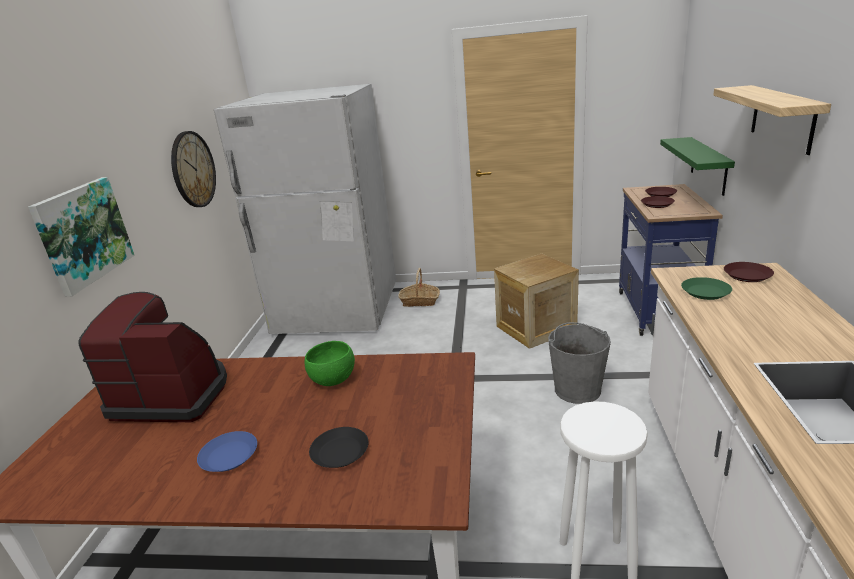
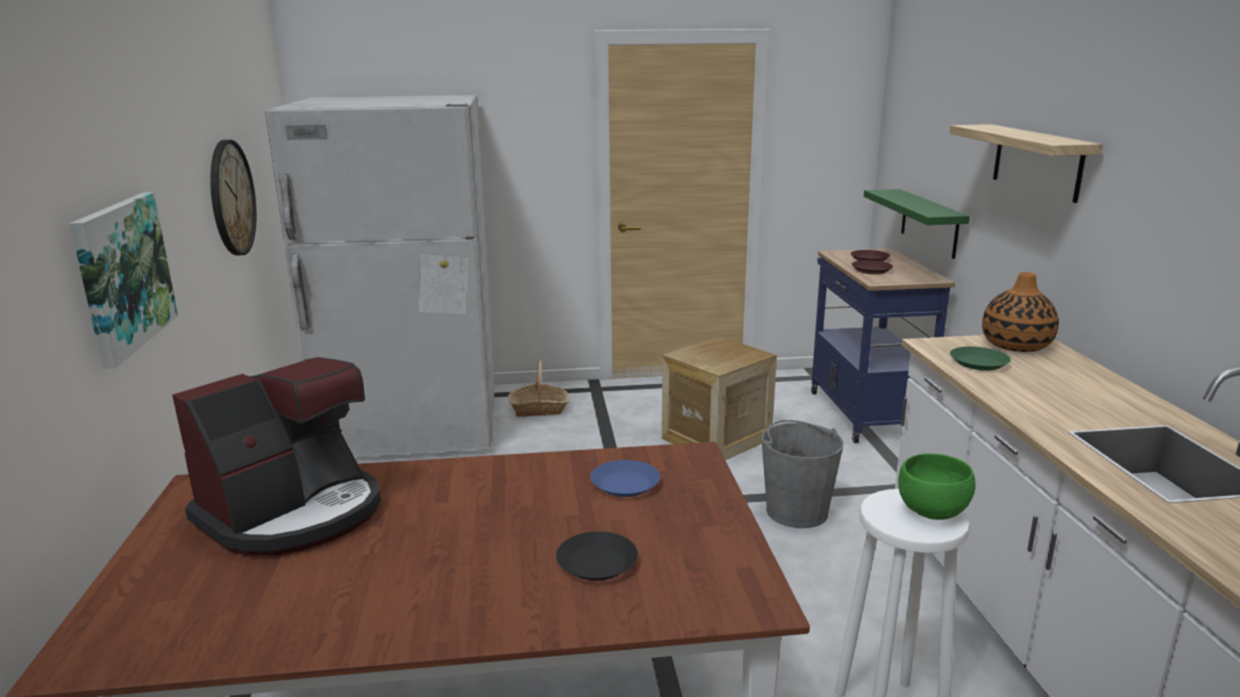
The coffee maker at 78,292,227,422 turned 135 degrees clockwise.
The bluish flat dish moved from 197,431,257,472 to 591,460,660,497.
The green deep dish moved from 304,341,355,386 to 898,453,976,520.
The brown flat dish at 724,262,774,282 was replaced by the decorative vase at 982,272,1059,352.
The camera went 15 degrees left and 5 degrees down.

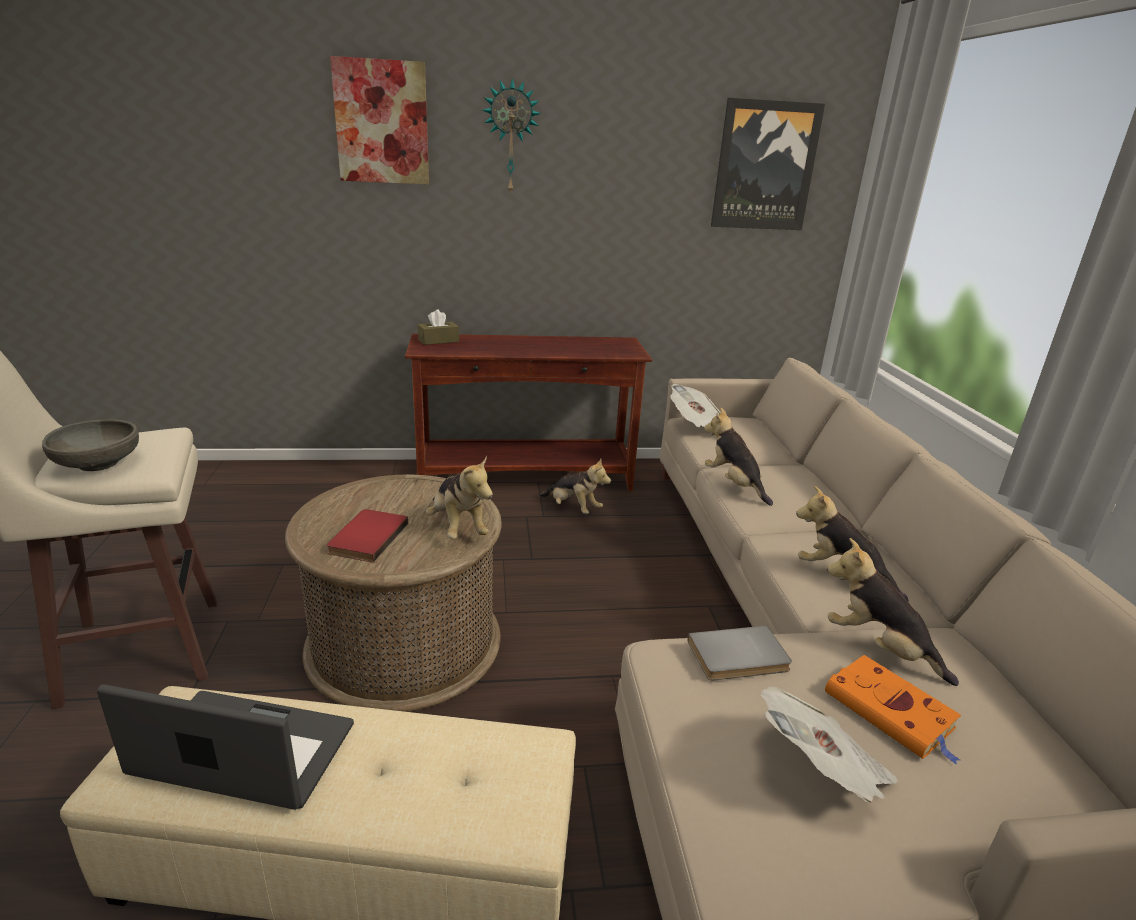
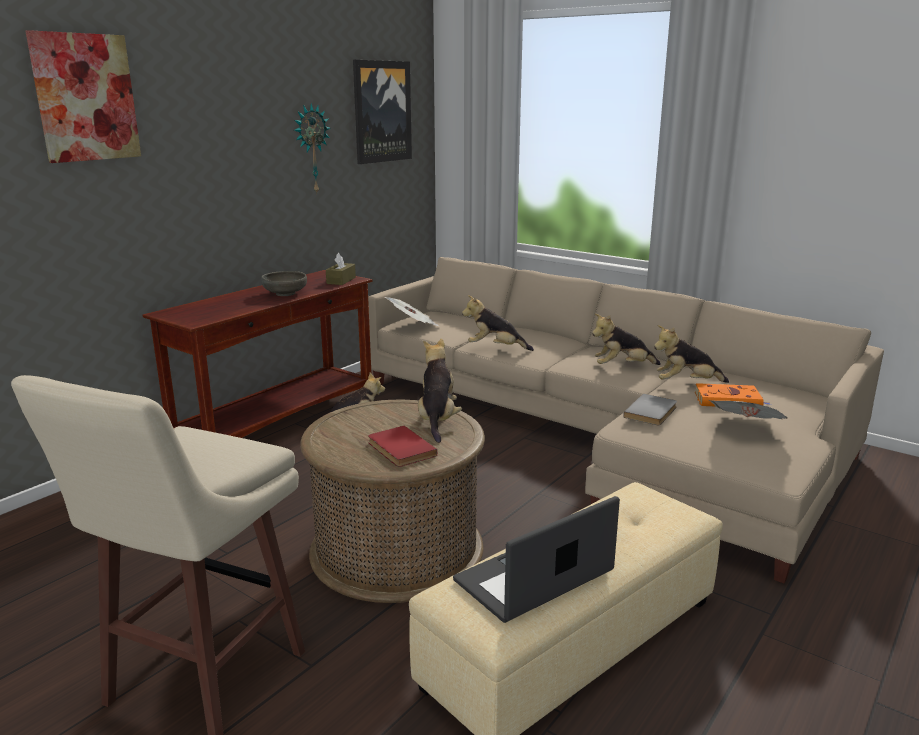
The greyish deep dish moved from 42,419,139,471 to 261,271,307,296.
The hanging clock moved from 482,78,541,195 to 294,103,330,194.
The brown tissue box moved from 418,309,459,345 to 326,253,356,285.
The plush toy at 426,456,493,539 turned 105 degrees counterclockwise.
The camera went 45 degrees left and 5 degrees down.

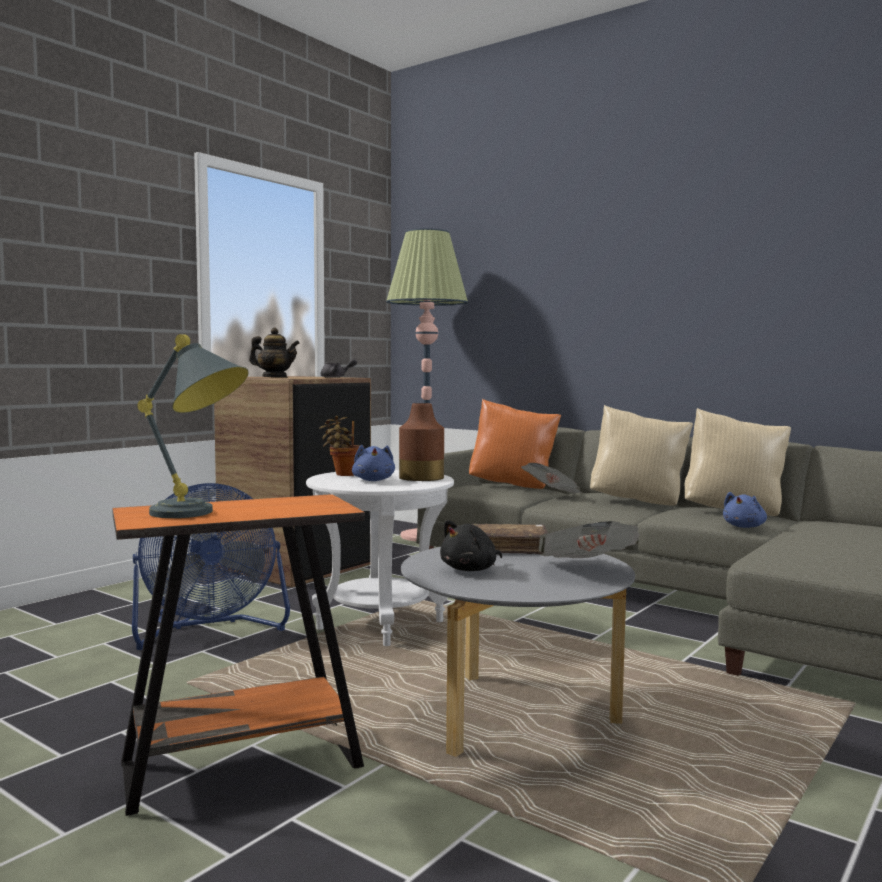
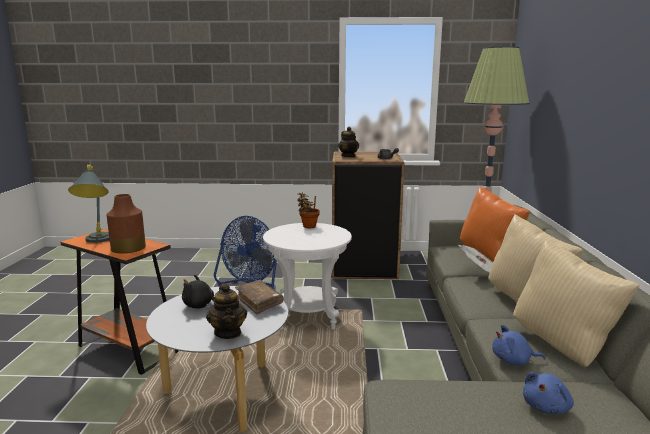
The brown decorative vase moved from 399,403,444,481 to 106,194,146,253.
The newspaper at 539,521,640,558 was replaced by the pot for tea at 206,284,247,339.
The bluish plush toy moved from 352,445,395,481 to 523,372,574,414.
The camera went 55 degrees right and 10 degrees up.

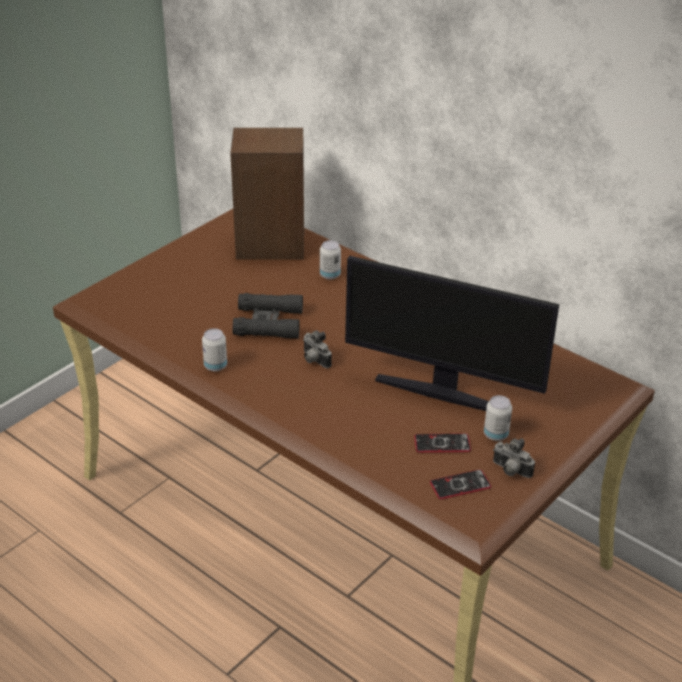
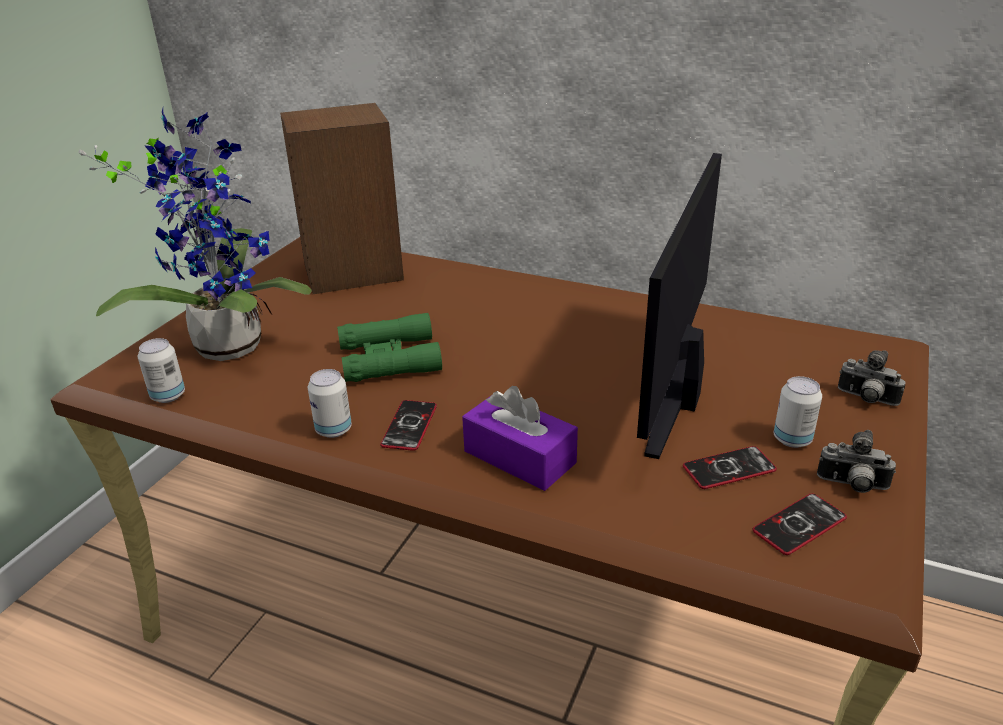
The potted plant at 78,109,312,361 appeared.
The sealed can moved from 320,240,341,280 to 138,338,185,403.
The black field glasses at 232,293,303,339 became the green field glasses at 337,313,442,382.
The telephone at 380,400,437,451 appeared.
The purple-coloured tissue box at 462,386,578,491 appeared.
The monitor at 345,256,559,411 turned 105 degrees clockwise.
The photo camera moved from 303,330,332,368 to 838,350,906,406.
The camera went 15 degrees left and 5 degrees down.

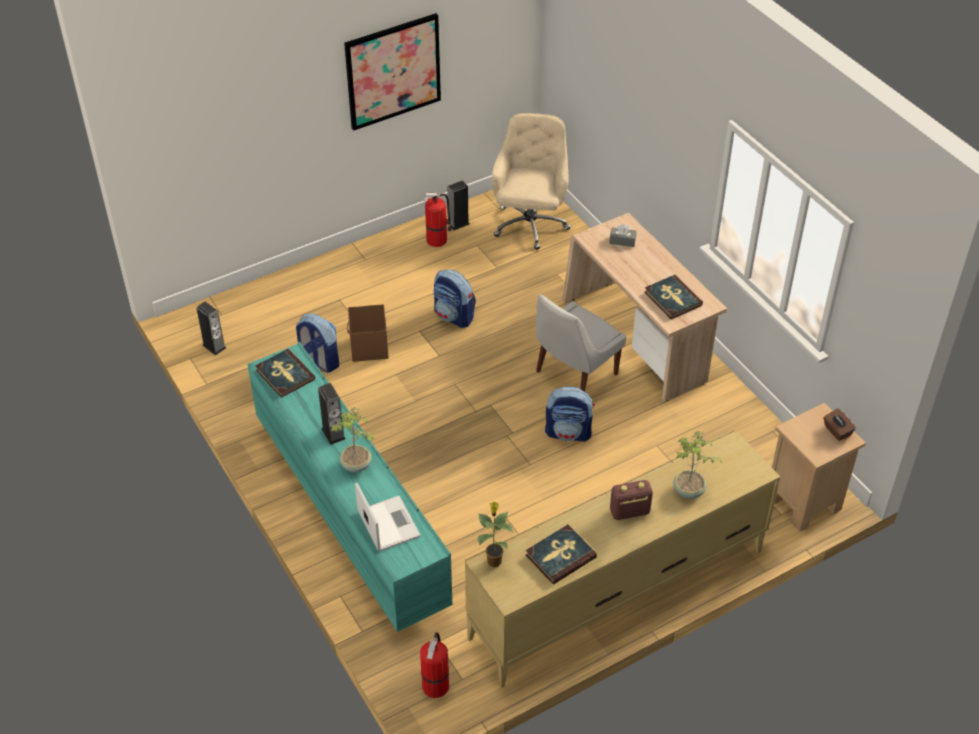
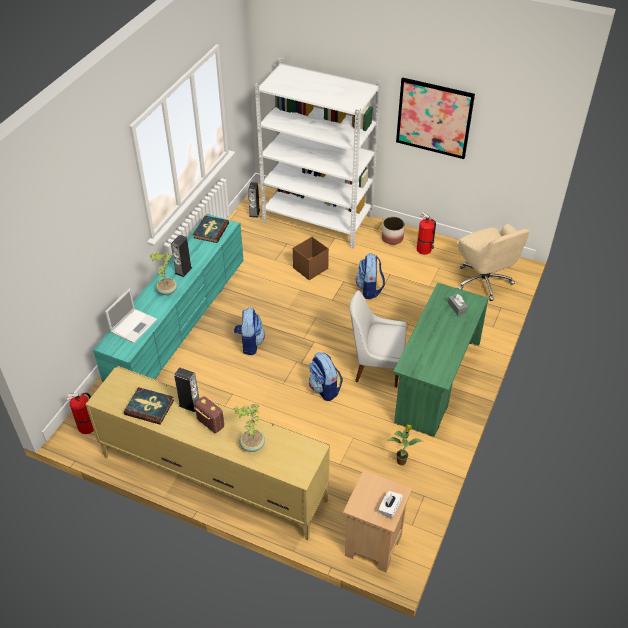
The loudspeaker moved from 448,180,469,231 to 174,368,199,412.
The backpack moved from 296,314,339,372 to 234,308,265,355.
The white bookcase at 255,58,381,249 appeared.
The brown tissue box at 823,408,856,441 became the white tissue box at 379,491,403,519.
The flower pot at 382,217,405,245 appeared.
The potted plant moved from 478,502,513,567 to 387,424,422,465.
The sand-coloured desk unit at 562,213,727,402 became the green desk unit at 393,283,488,437.
The sand-coloured desk chair at 492,113,570,250 turned 90 degrees clockwise.
The bound book at 644,275,703,319 disappeared.
The camera went 55 degrees right and 0 degrees up.

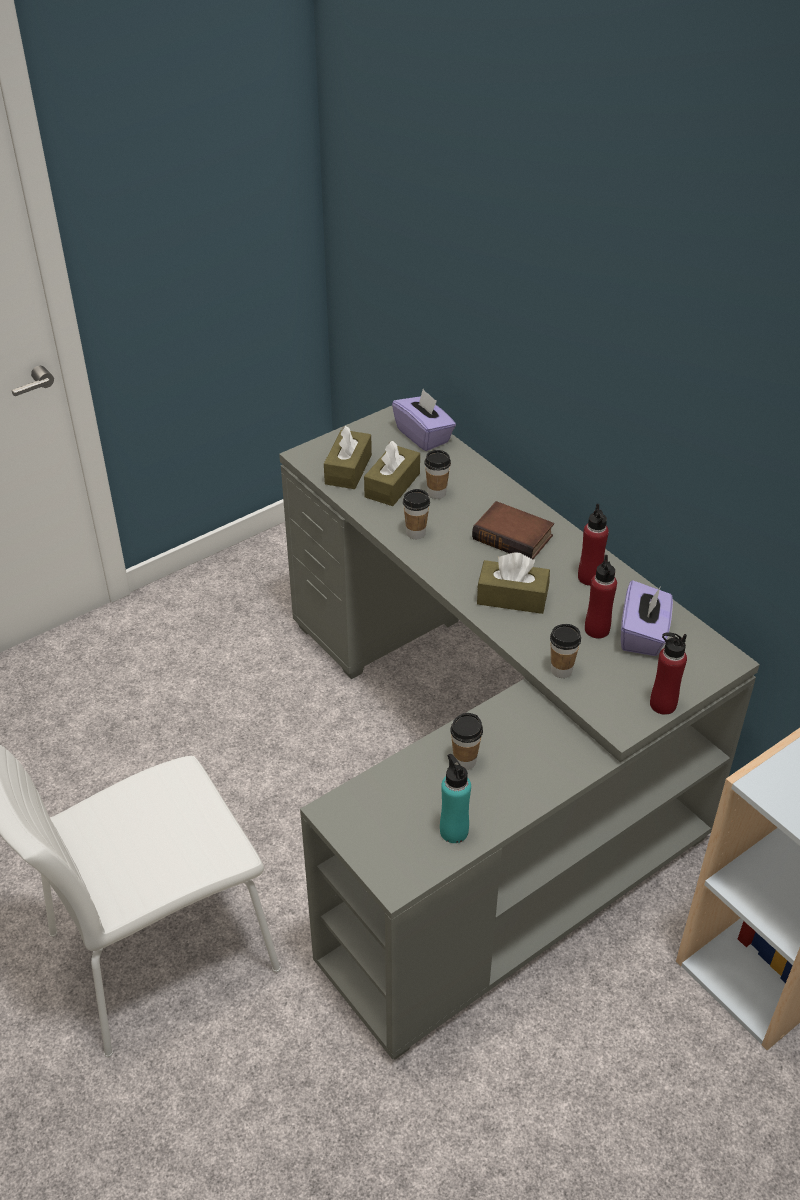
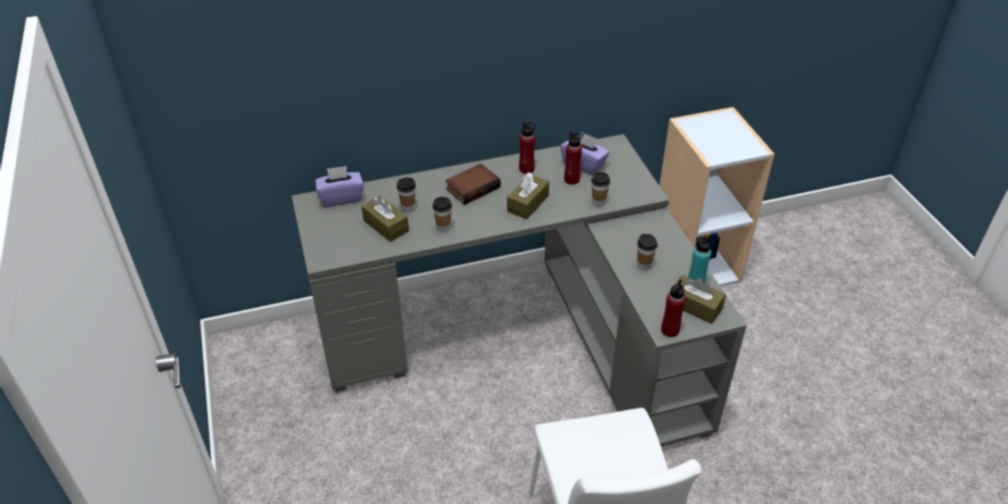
The red-coloured beverage bottle moved from 650,632,687,715 to 661,279,686,337.
The brown tissue box moved from 324,426,372,489 to 670,275,726,324.
The camera went 70 degrees left and 0 degrees up.

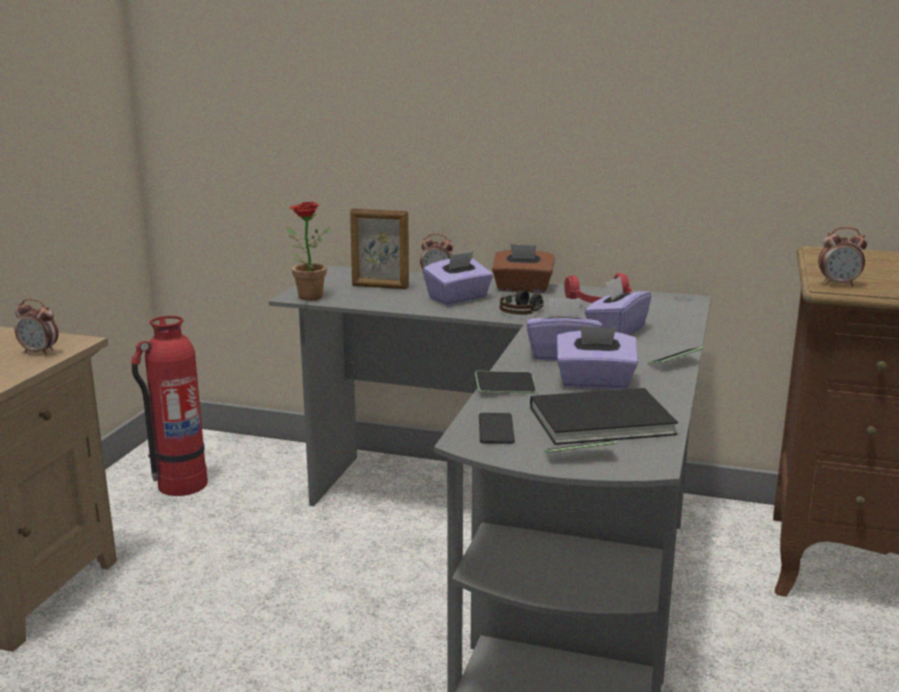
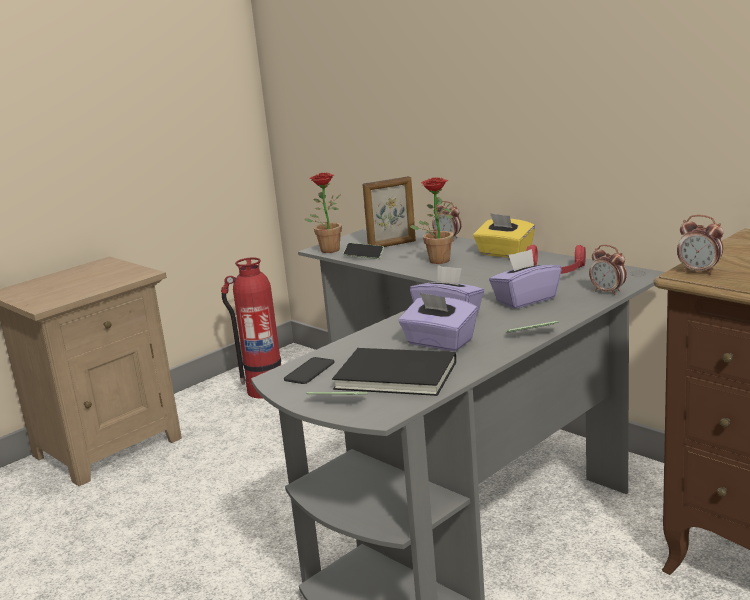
The telephone moved from 475,371,537,393 to 343,243,384,259.
The picture frame at 350,208,409,289 turned 60 degrees counterclockwise.
The purple-coloured tissue box at 423,252,493,305 was replaced by the potted plant at 410,177,453,264.
The brown tissue box at 492,244,555,293 became the yellow tissue box at 473,213,535,258.
The alarm clock moved from 15,299,59,356 to 589,245,627,295.
The headphones at 500,280,544,315 disappeared.
The camera went 30 degrees right and 0 degrees up.

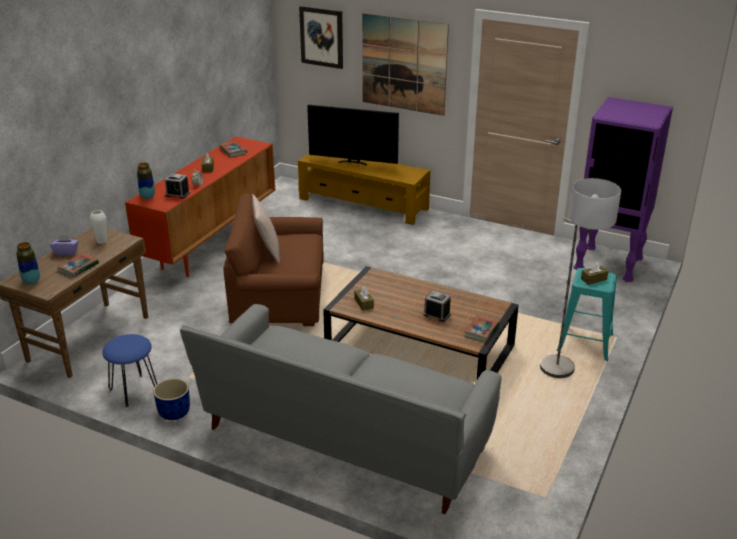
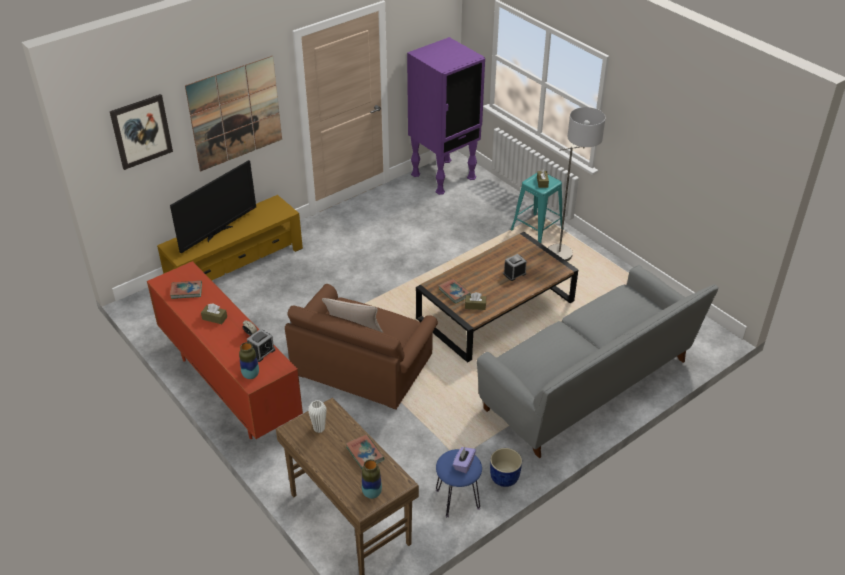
The bound book moved from 464,315,500,342 to 439,279,471,304.
The purple-coloured tissue box moved from 50,235,78,255 to 453,447,476,473.
The camera went 65 degrees left and 10 degrees up.

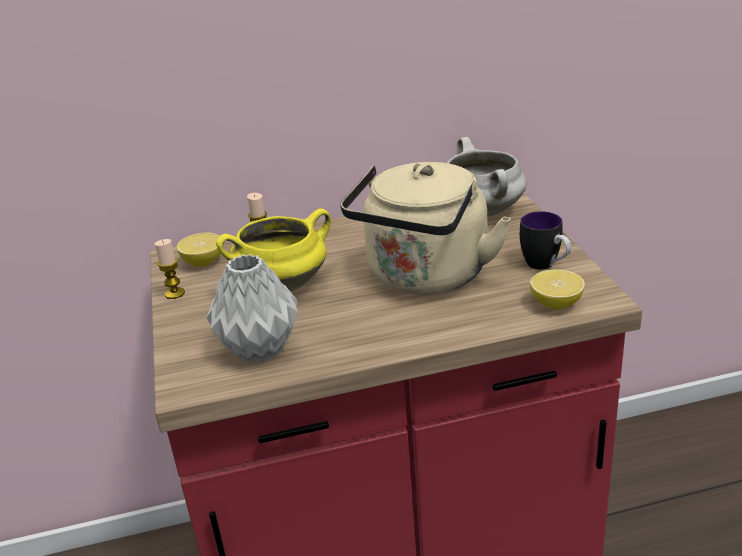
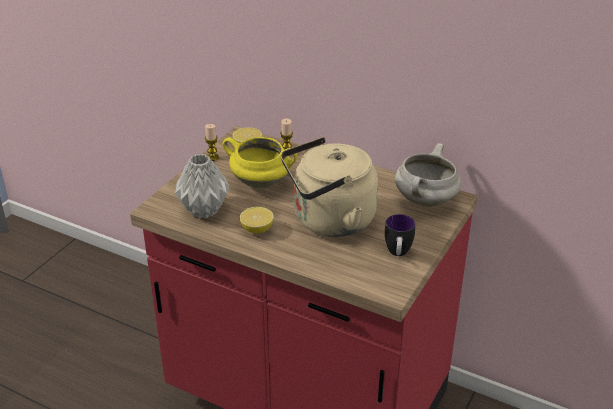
The citrus fruit moved from 530,269,585,310 to 240,207,274,233.
The camera went 40 degrees right and 5 degrees up.

